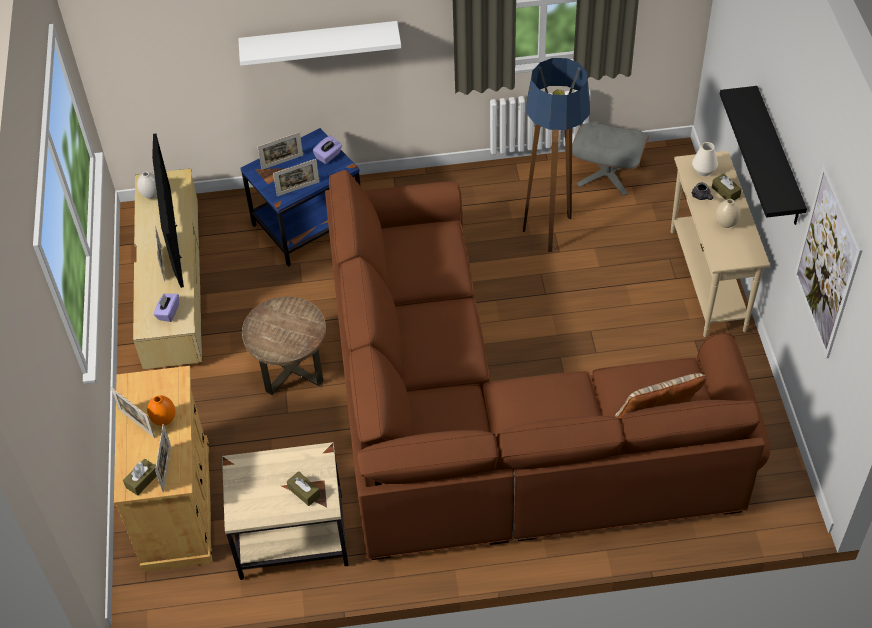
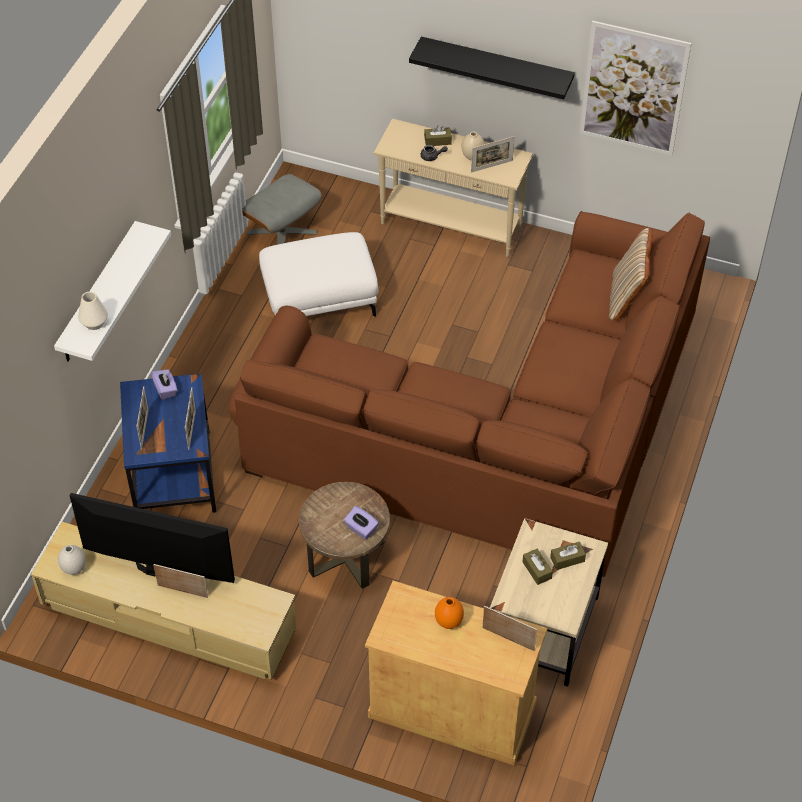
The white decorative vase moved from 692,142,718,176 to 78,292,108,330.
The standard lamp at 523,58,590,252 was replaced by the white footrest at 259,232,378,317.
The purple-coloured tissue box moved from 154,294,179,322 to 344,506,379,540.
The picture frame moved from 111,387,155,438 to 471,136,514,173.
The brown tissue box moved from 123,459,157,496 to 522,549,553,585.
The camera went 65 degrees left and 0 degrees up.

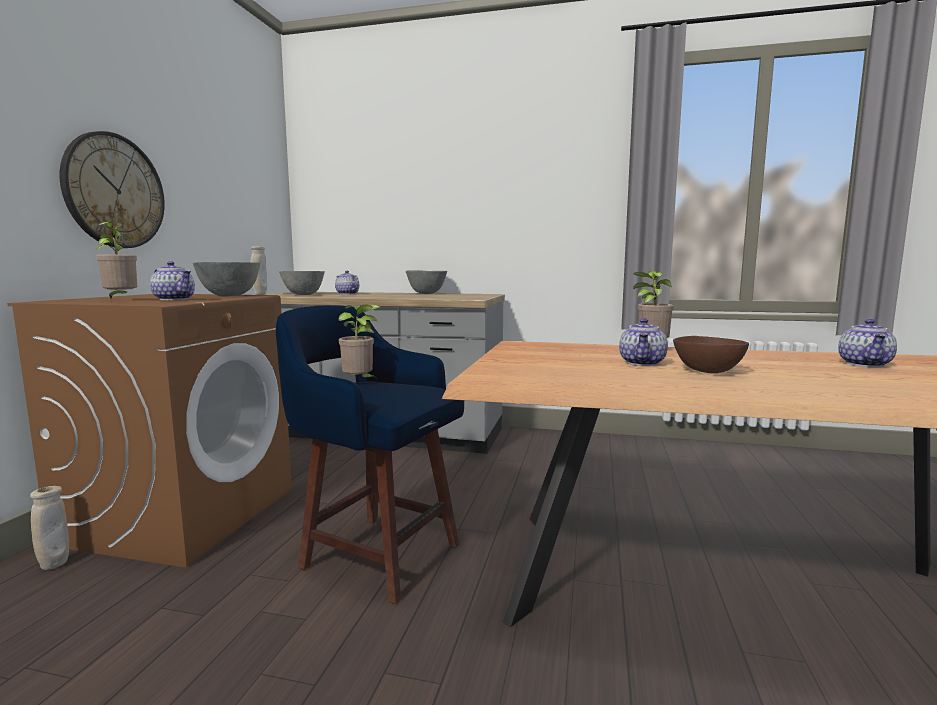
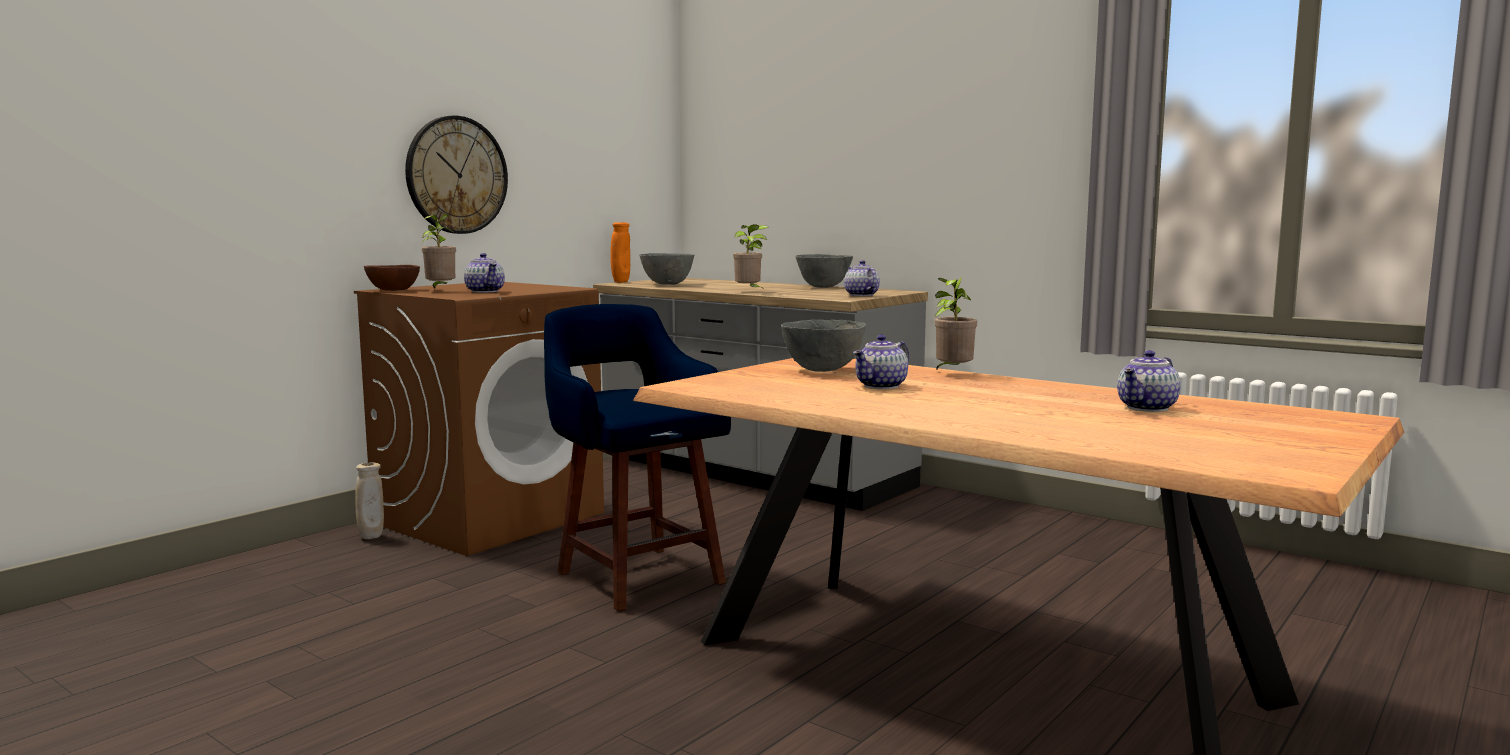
The brown deep dish moved from 673,336,749,373 to 364,265,420,291.
The sand-coloured decorative vase at 250,246,267,295 became the orange decorative vase at 610,222,630,283.
The potted plant moved from 338,305,380,378 to 733,224,768,290.
The greyish deep dish moved from 193,262,260,296 to 781,320,866,372.
The pot for tea moved from 335,271,359,295 to 844,260,880,296.
The camera went 25 degrees right and 0 degrees up.

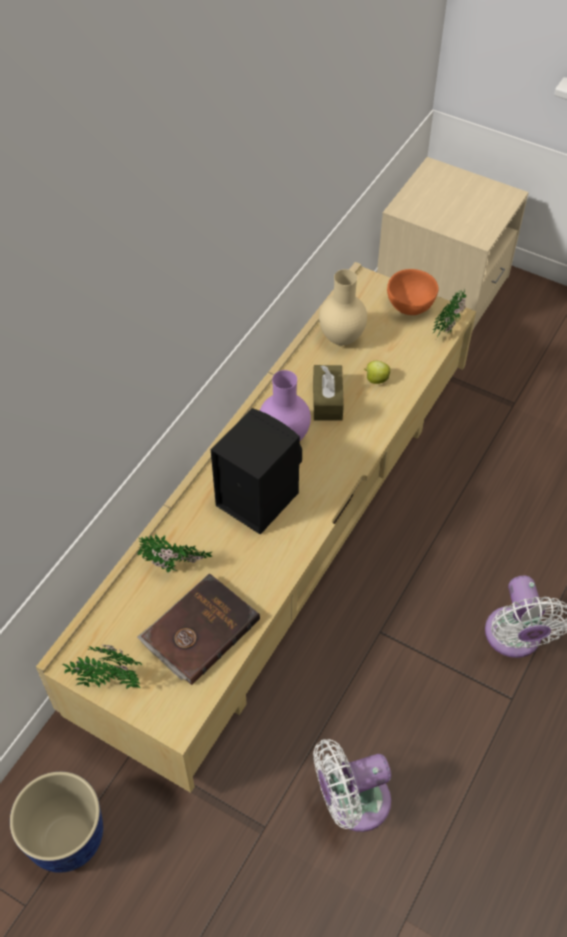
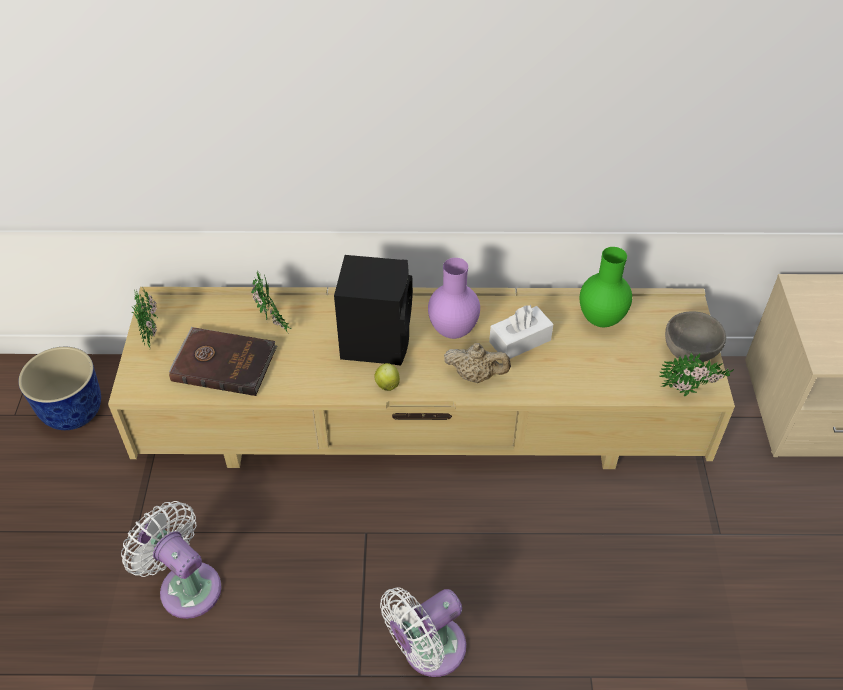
The whole apple moved from 364,361,390,384 to 374,363,400,391.
The sand-coloured pot for tea at 444,343,511,383 appeared.
The brown tissue box at 313,365,344,421 became the white tissue box at 489,305,553,359.
The sand-coloured decorative vase at 319,269,367,345 became the green decorative vase at 580,247,632,327.
The orange deep dish at 387,269,439,315 became the greyish deep dish at 665,312,726,363.
The camera went 60 degrees right and 5 degrees down.

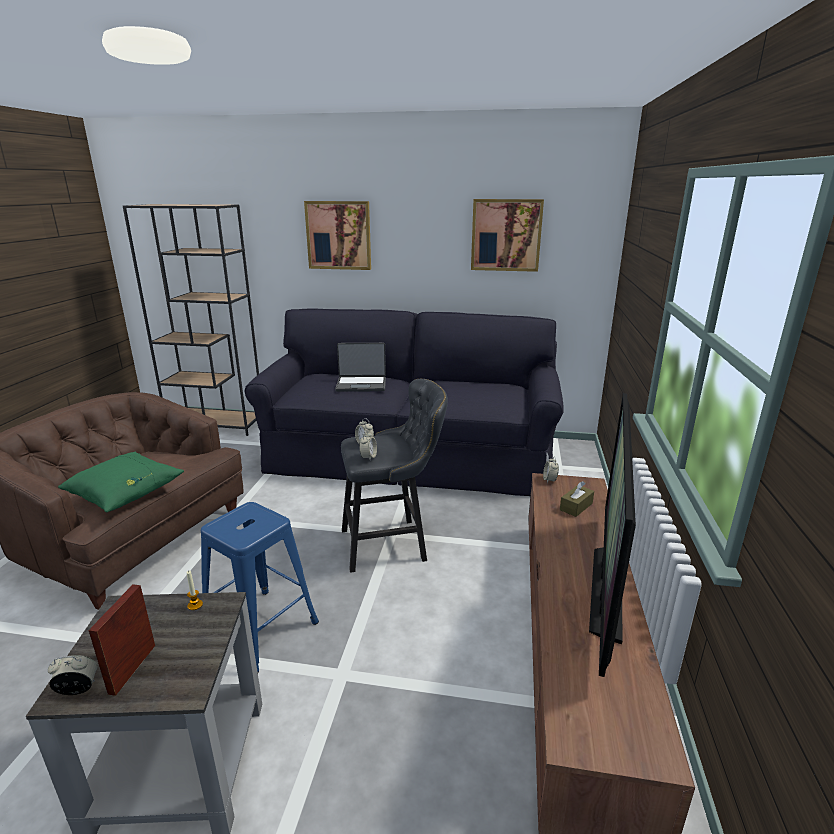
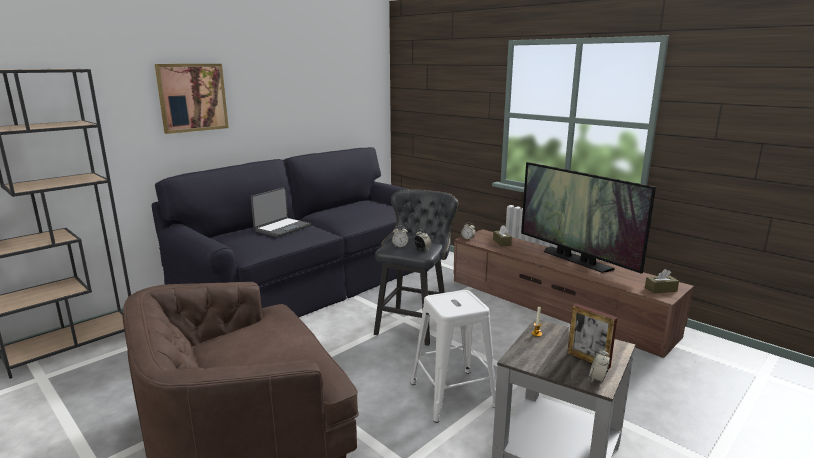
The bluish stool seat at 201,502,319,673 became the white stool seat at 411,290,496,423.
The brown tissue box at 645,269,679,294 appeared.
The green throw pillow at 58,452,184,513 disappeared.
The wall picture at 471,199,544,272 disappeared.
The camera went 55 degrees left and 5 degrees down.

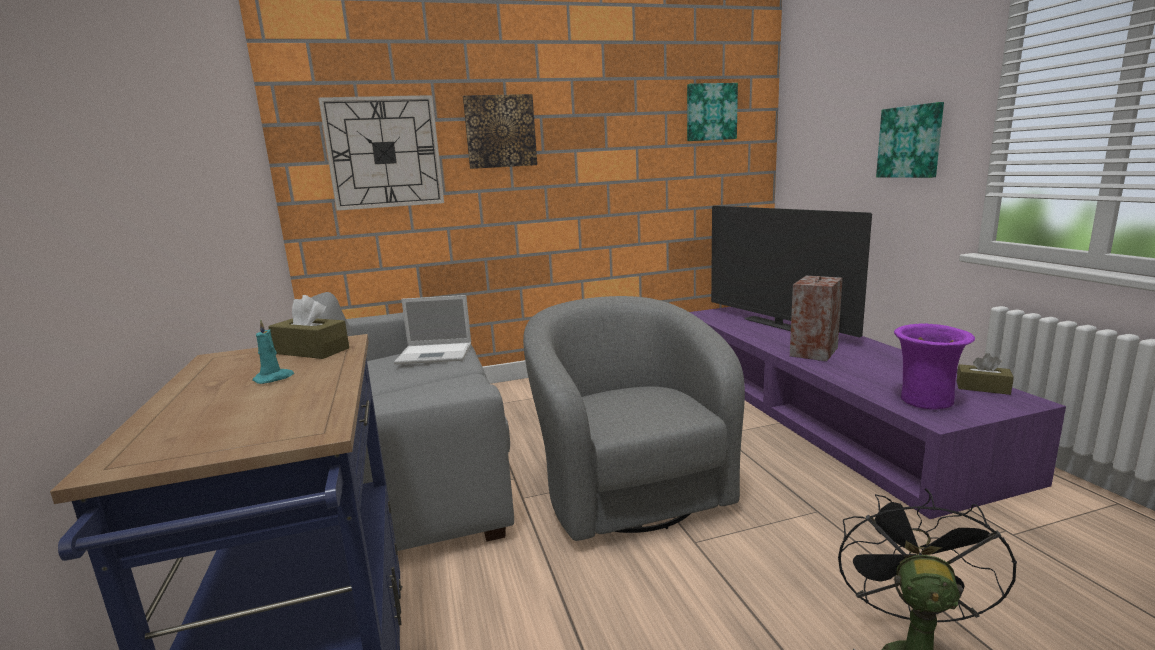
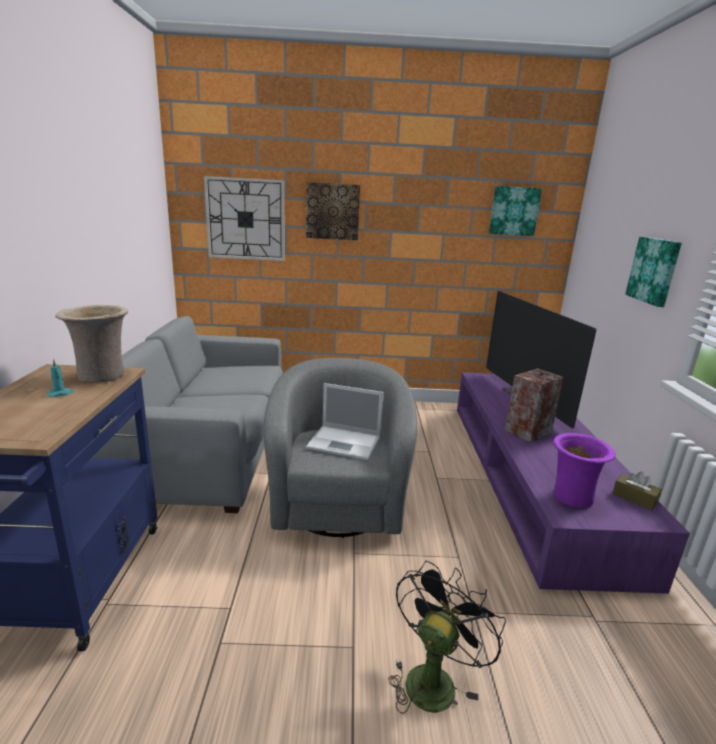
The brown tissue box at 268,295,349,359 was replaced by the sand-coloured decorative vase at 55,305,128,383.
The laptop moved from 394,295,471,365 to 306,383,384,460.
The camera went 15 degrees right and 5 degrees up.

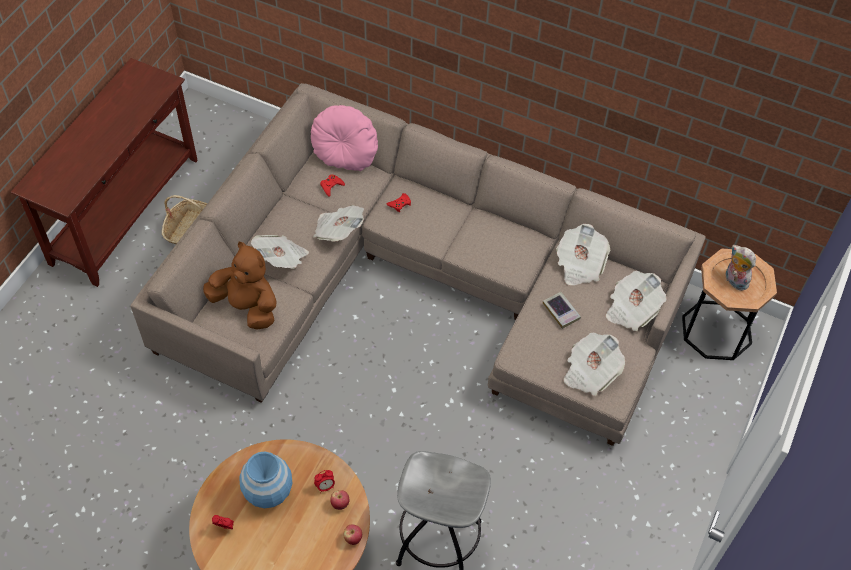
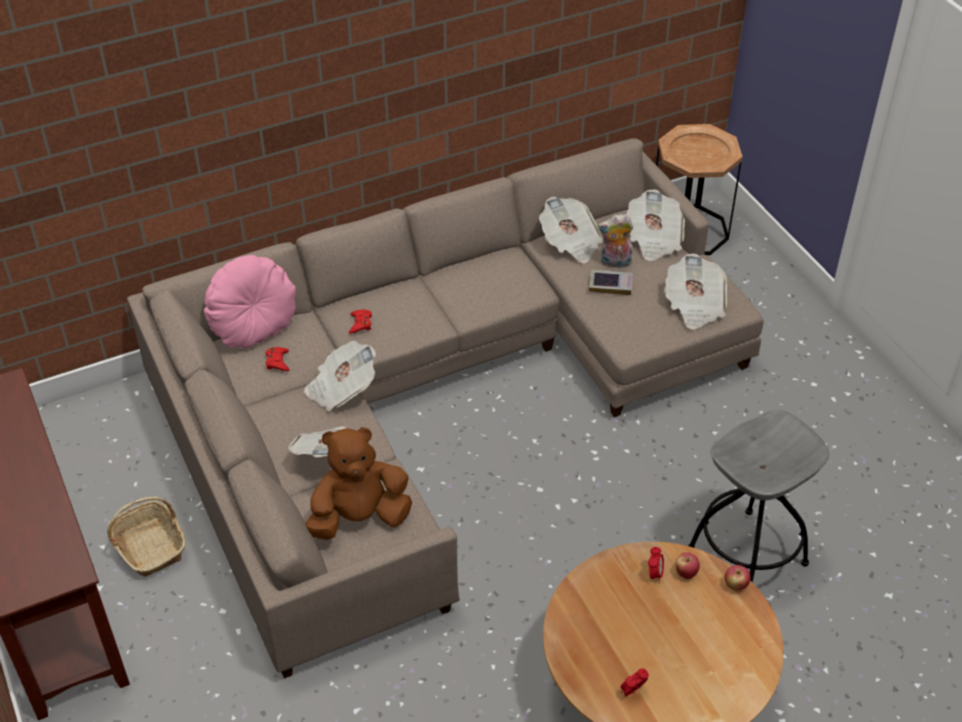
The plush toy moved from 726,245,756,291 to 597,214,633,268.
The bluish decorative vase at 239,451,292,508 disappeared.
The camera went 50 degrees left and 10 degrees down.

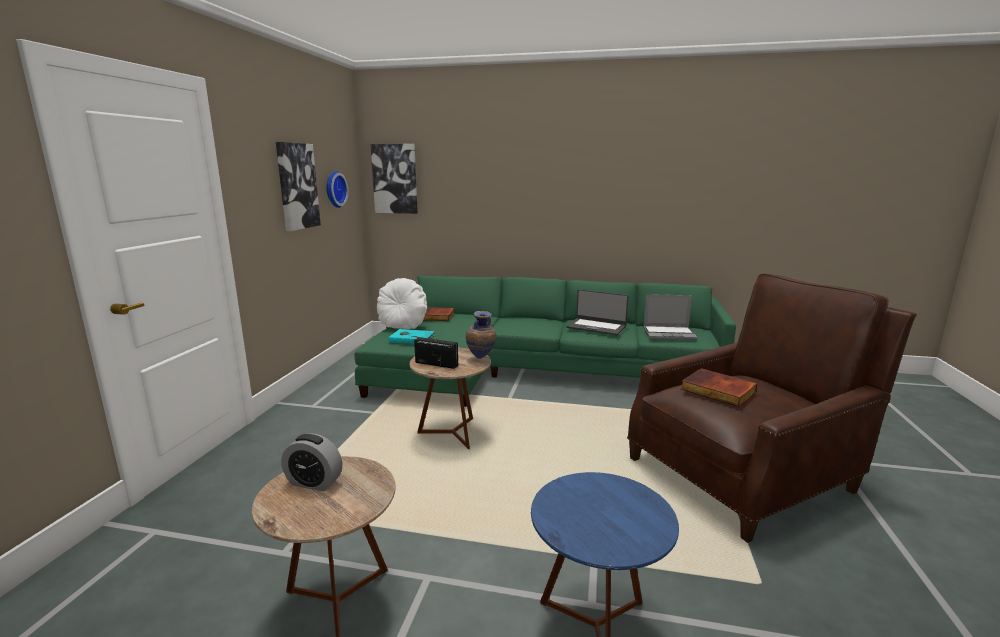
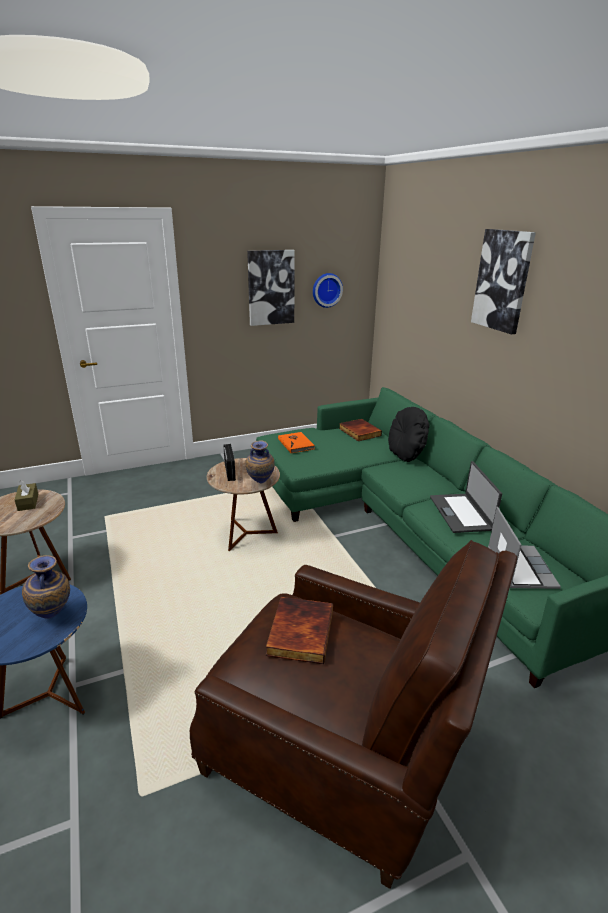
The alarm clock at 281,434,343,491 was replaced by the brown tissue box at 15,480,38,511.
The decorative vase at 22,555,70,619 appeared.
The turquoise bound book at 389,329,435,344 became the orange bound book at 278,432,315,453.
The black throw pillow at 388,407,429,462 appeared.
The wall picture moved from 371,144,418,214 to 471,229,536,334.
The laptop at 643,294,697,340 turned 150 degrees counterclockwise.
The white throw pillow at 377,278,427,329 disappeared.
The camera went 55 degrees right and 10 degrees up.

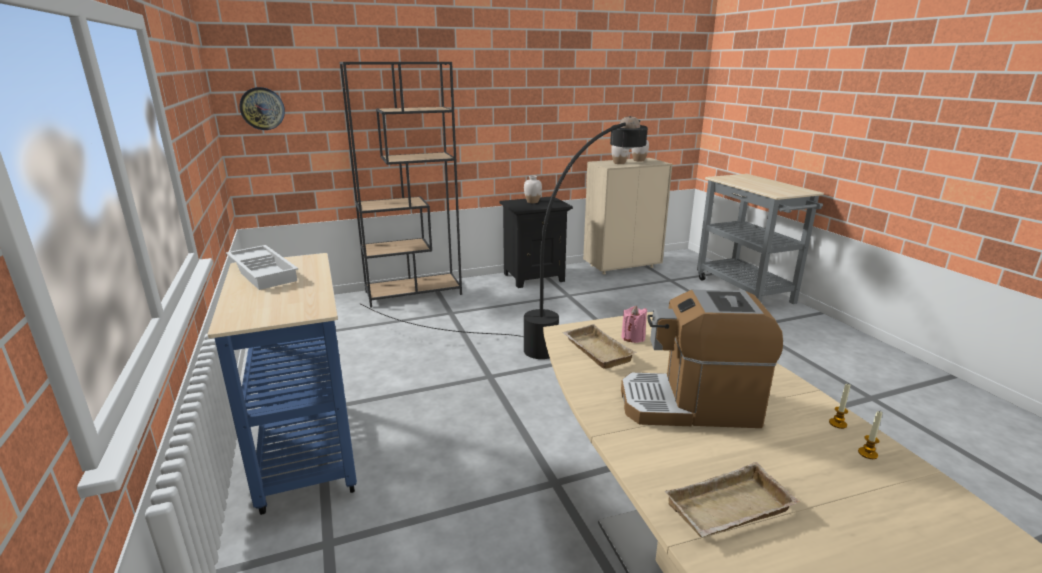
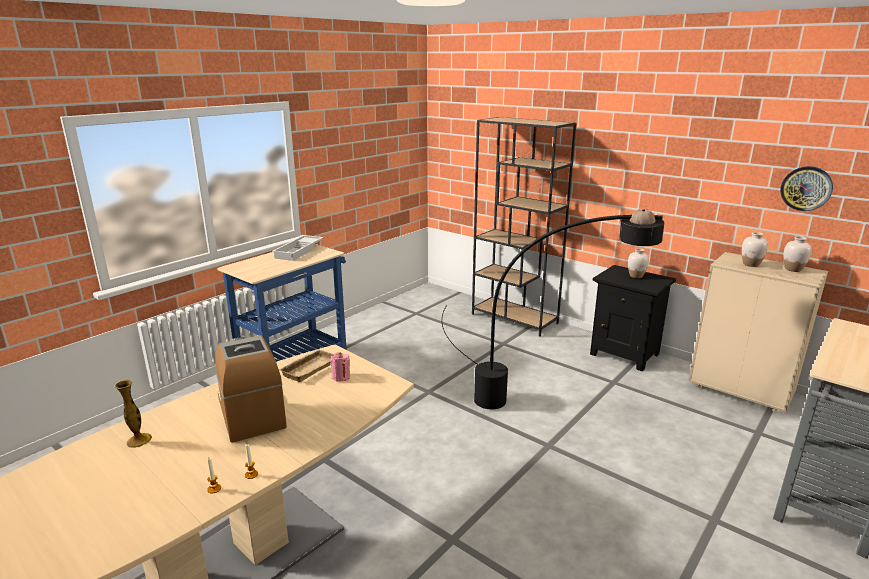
The sand-coloured tray at 665,462,800,537 was replaced by the decorative vase at 114,380,152,448.
The hanging clock moved from 239,87,285,130 to 780,166,833,211.
The camera went 60 degrees right and 0 degrees up.

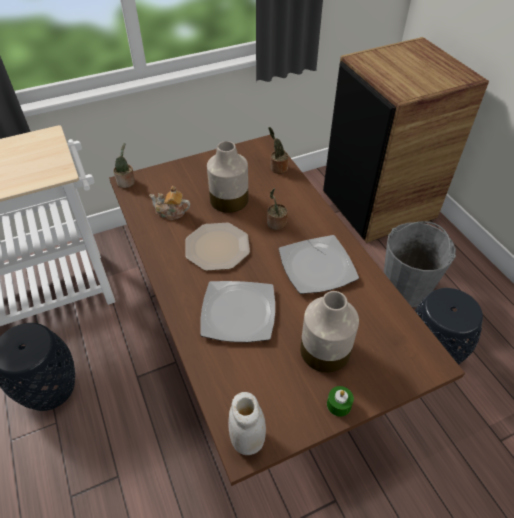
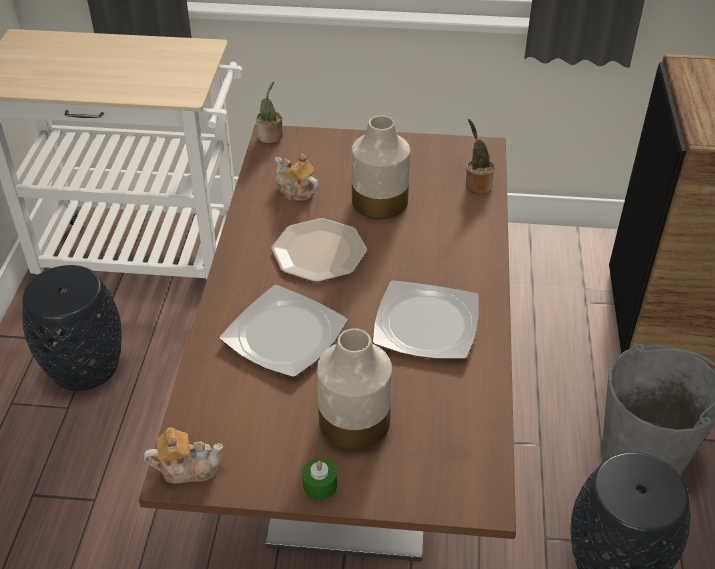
The white preserve jar at 228,392,266,455 was replaced by the pot for tea at 144,427,224,484.
The potted plant at 267,188,288,230 disappeared.
The camera went 30 degrees right and 5 degrees down.

